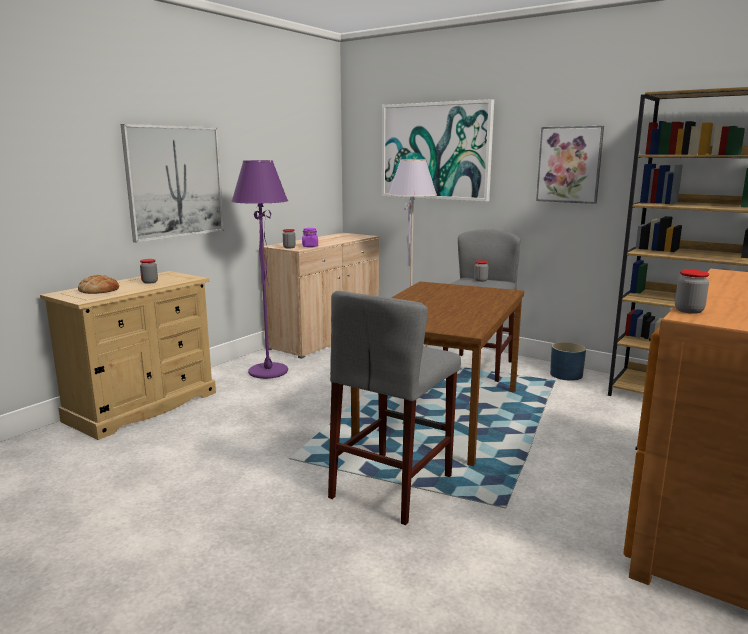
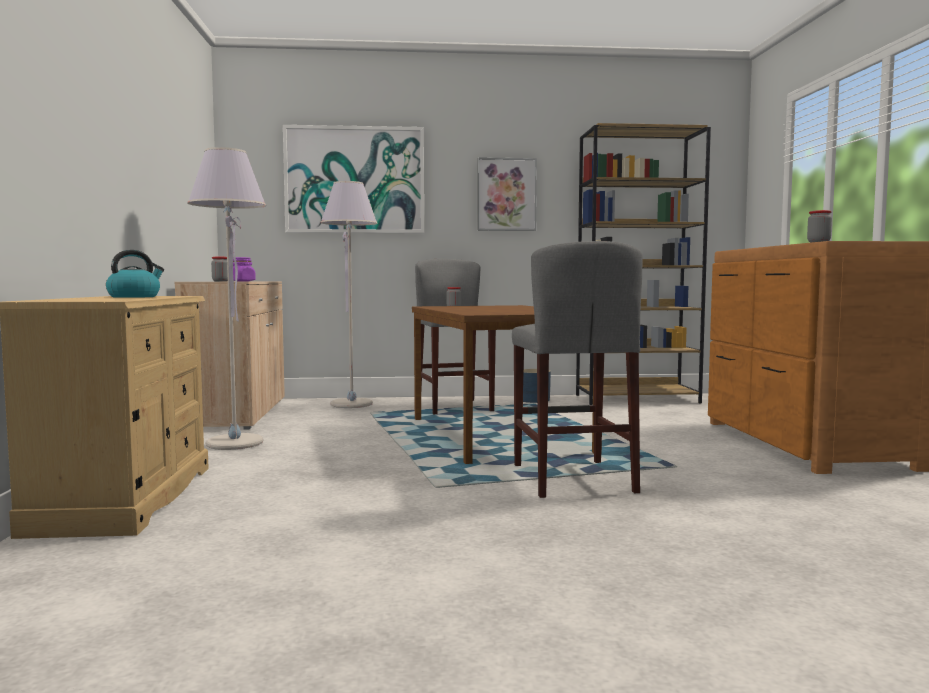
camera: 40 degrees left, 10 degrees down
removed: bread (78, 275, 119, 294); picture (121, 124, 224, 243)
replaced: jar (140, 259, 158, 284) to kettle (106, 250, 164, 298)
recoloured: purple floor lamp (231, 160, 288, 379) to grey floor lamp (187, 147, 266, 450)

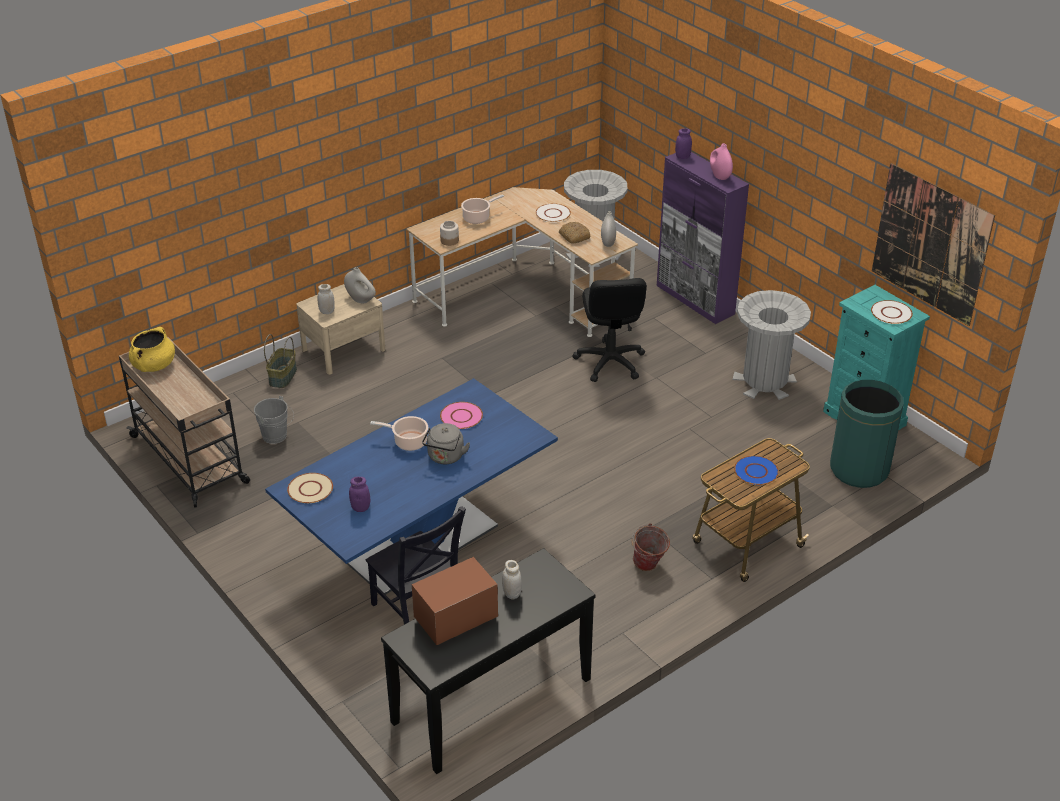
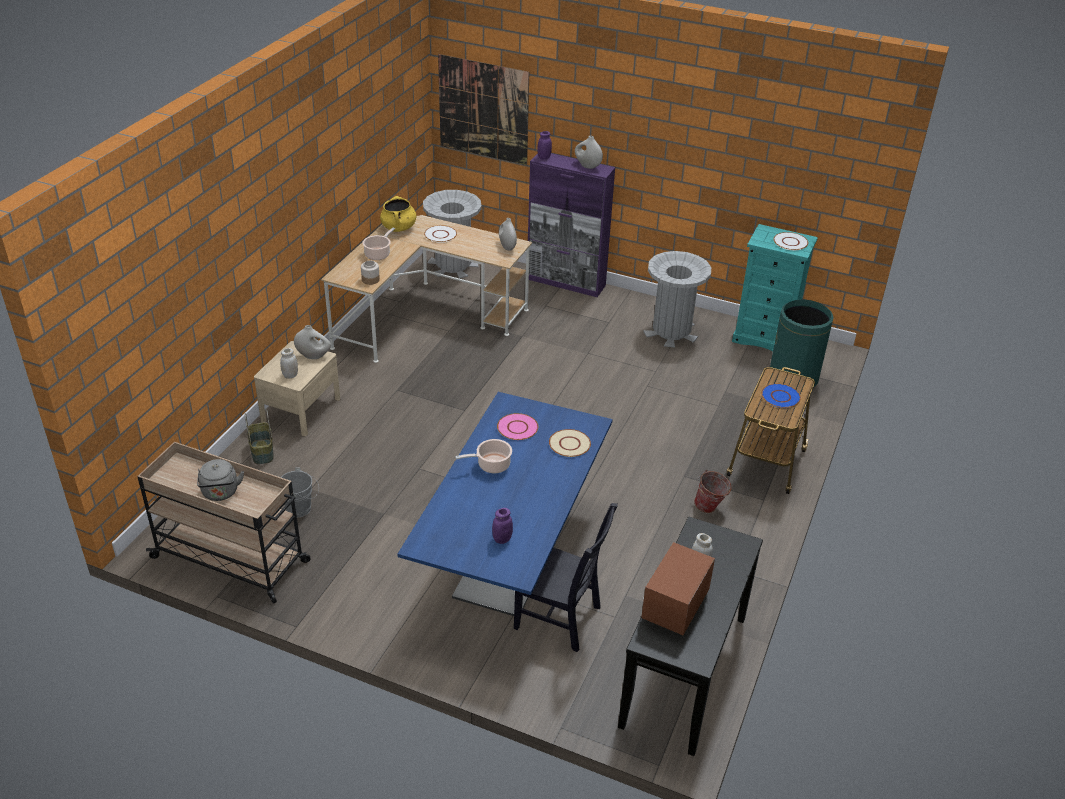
camera: 30 degrees left, 0 degrees up
removed: bread (559, 222, 591, 244); black office chair (572, 278, 647, 382)
moved: grey kettle (422, 423, 470, 464) to (197, 459, 244, 501); yellow cooking pot (129, 327, 175, 372) to (380, 196, 416, 232); picture (872, 163, 995, 326) to (438, 54, 529, 165); beige plate (287, 473, 333, 503) to (549, 429, 591, 457)
recoloured: pink vase (710, 143, 733, 180) to white vase (575, 136, 603, 169)

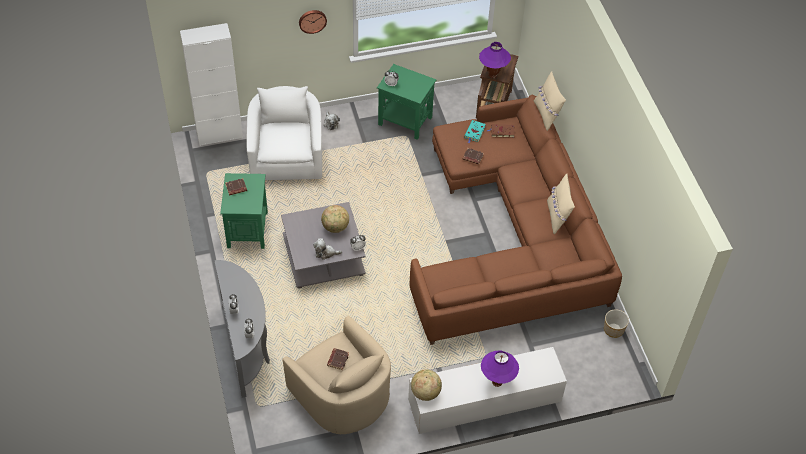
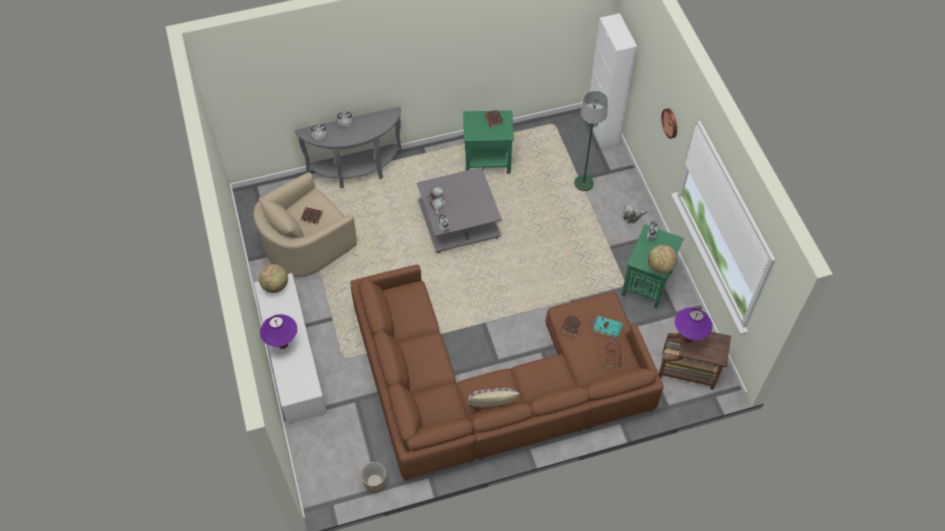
camera: 90 degrees right, 5 degrees up
removed: beige pillow (534, 71, 566, 131)
moved: globe (321, 205, 349, 233) to (648, 245, 677, 274)
replaced: white armchair (247, 86, 322, 180) to green floor lamp (574, 91, 608, 191)

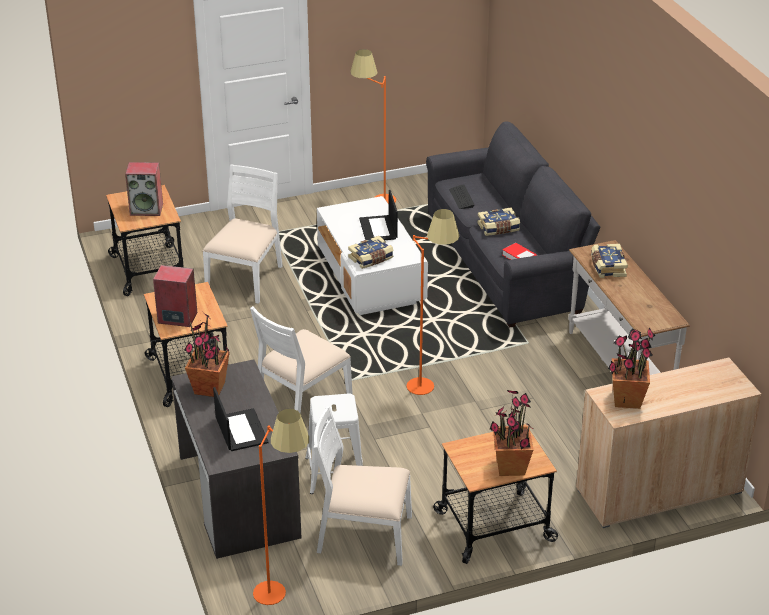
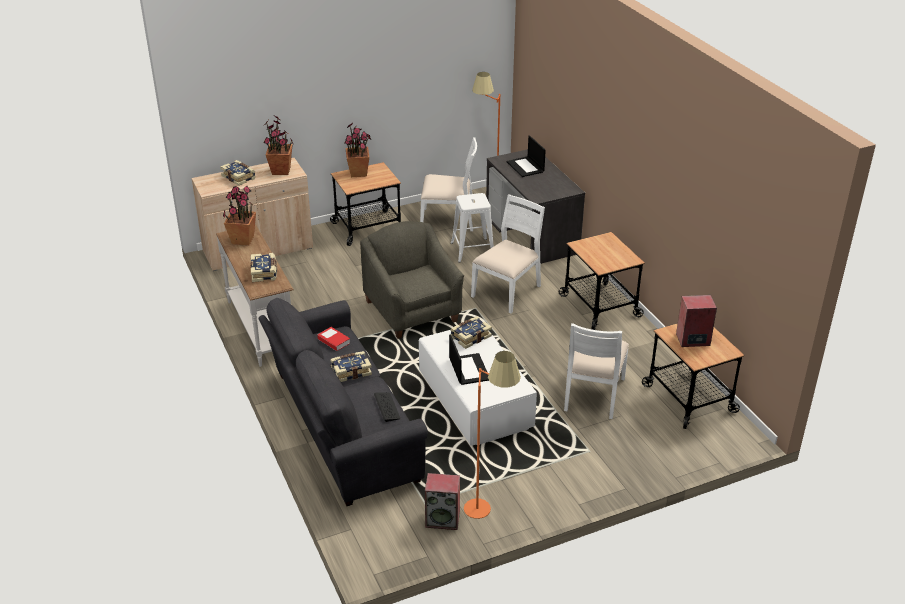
camera: 175 degrees right, 0 degrees up
added: book (220, 160, 256, 186)
moved: potted plant (184, 314, 230, 397) to (223, 186, 256, 245); speaker (153, 265, 197, 327) to (425, 473, 460, 530)
replaced: orange floor lamp (406, 209, 459, 395) to grey armchair (360, 221, 464, 339)

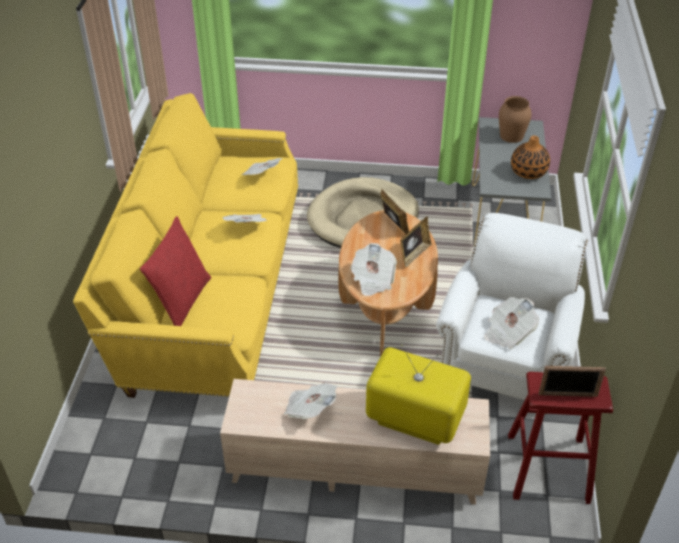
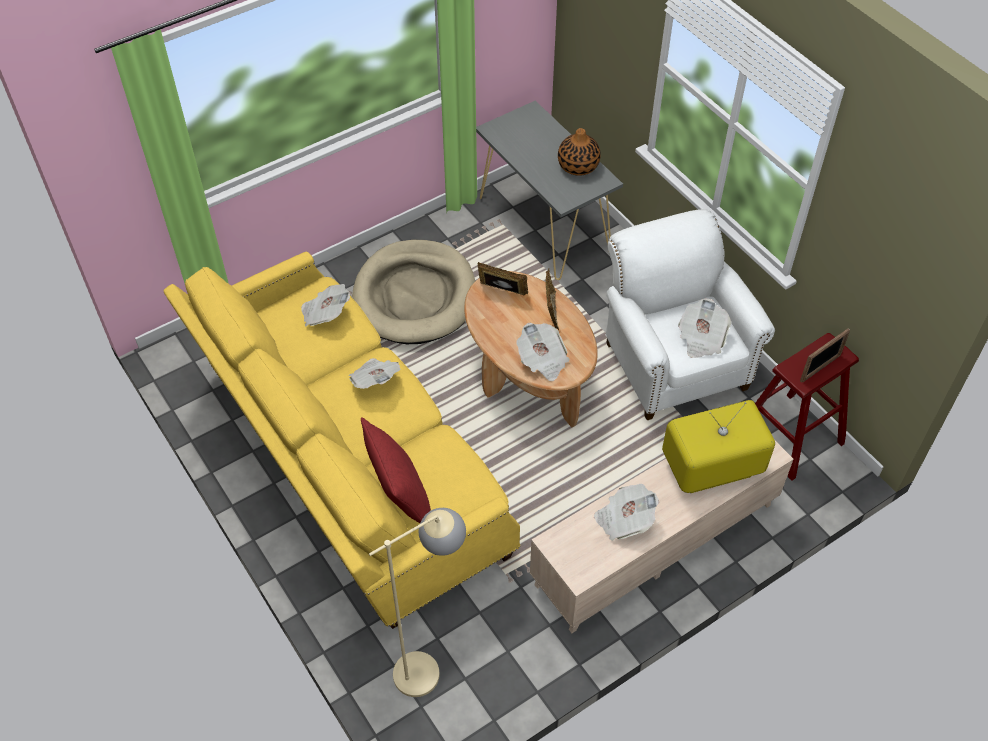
camera: 40 degrees left, 10 degrees up
removed: brown vase (499, 96, 531, 143)
added: beige floor lamp (369, 508, 466, 697)

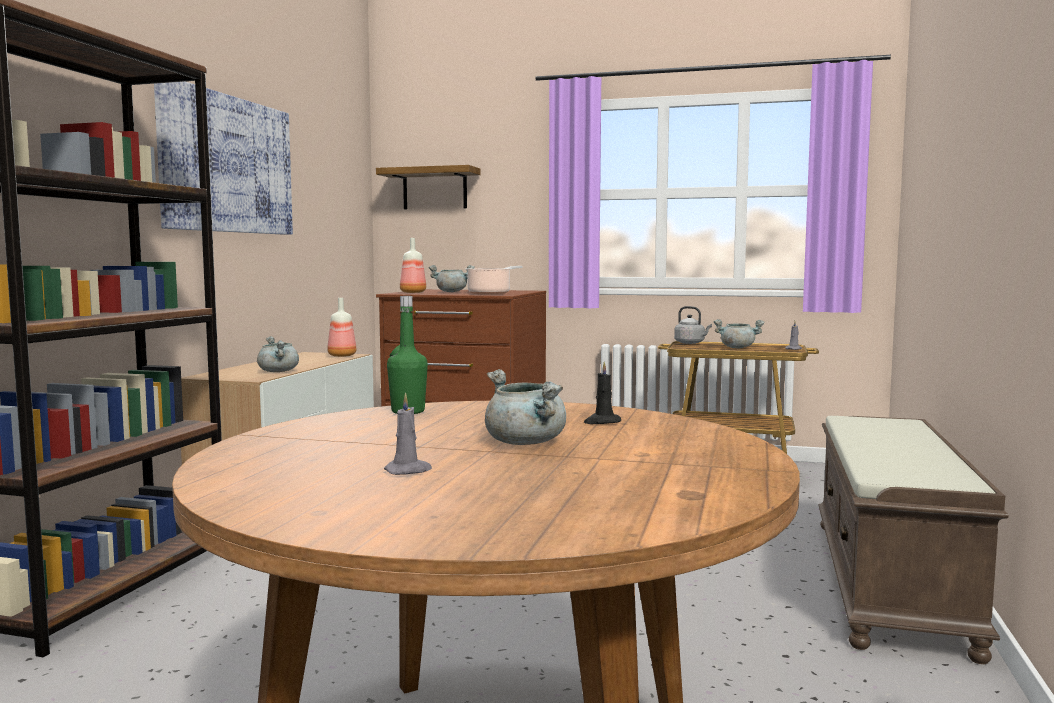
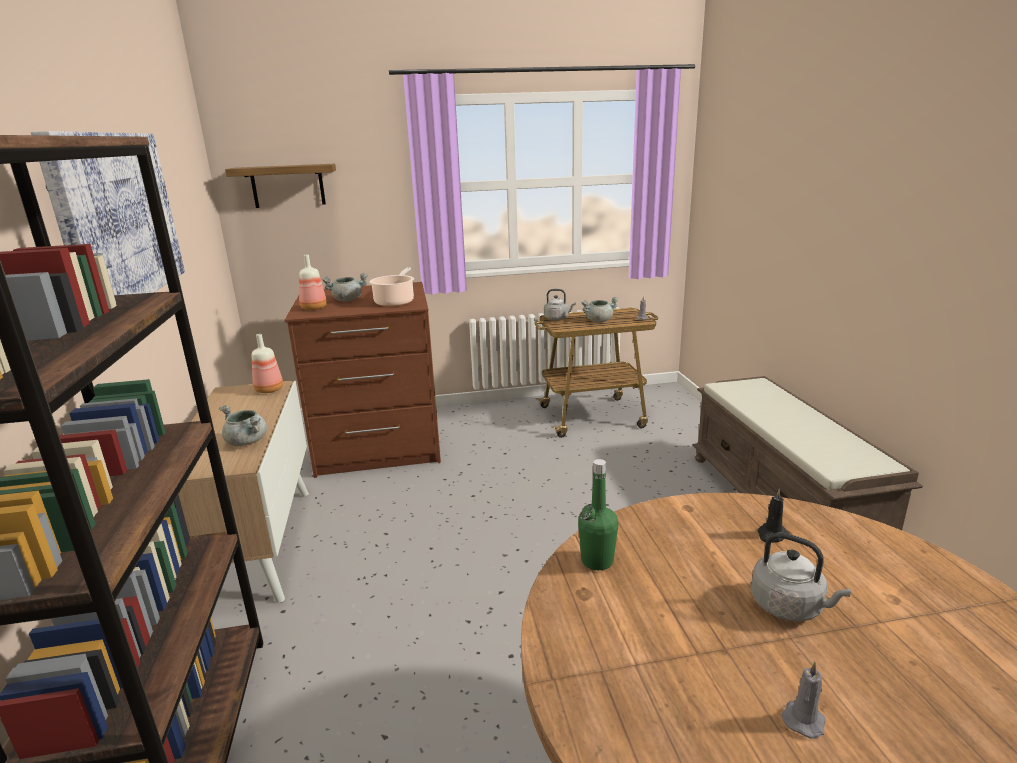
camera: 25 degrees left, 15 degrees up
replaced: grey cooking pot (485, 369, 566, 445) to grey kettle (751, 532, 851, 621)

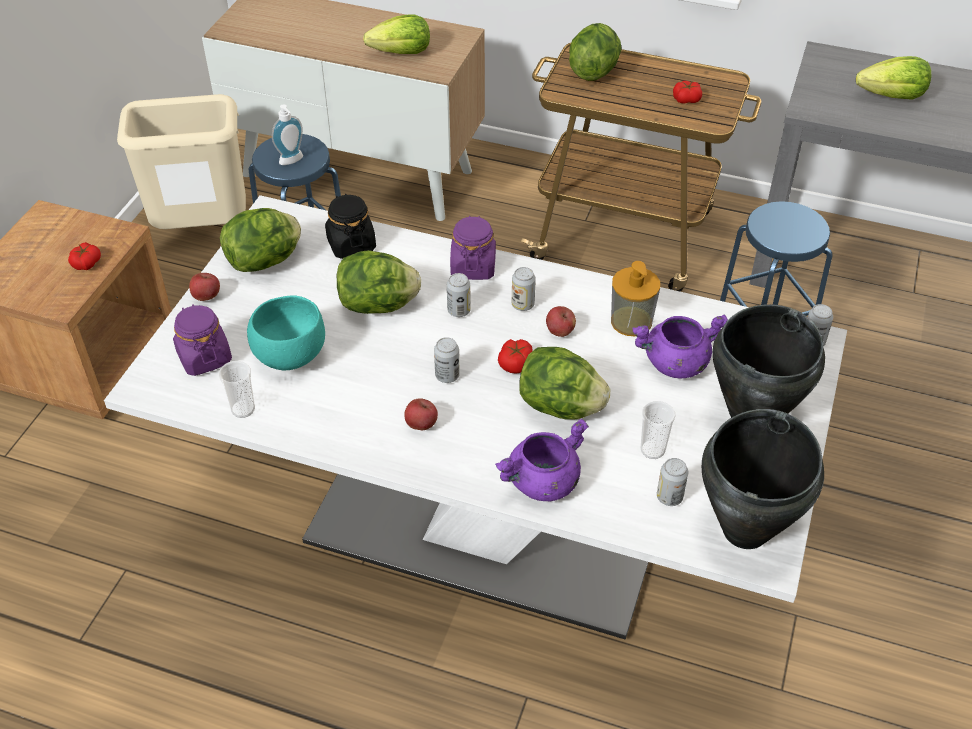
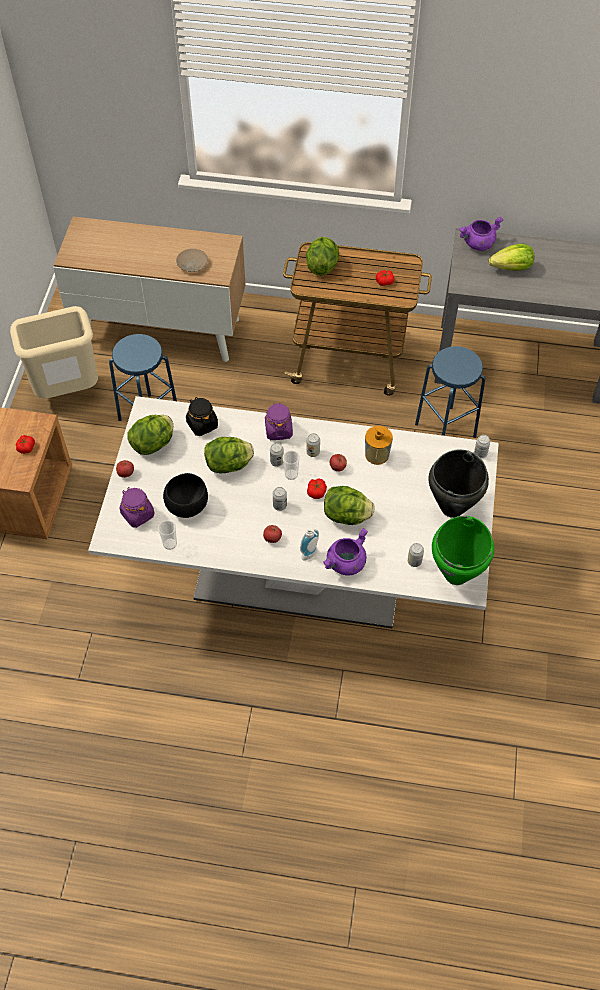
camera: 10 degrees left, 10 degrees up
moved: cup (641, 401, 676, 459) to (283, 451, 300, 480); soap dispenser (272, 104, 303, 165) to (300, 526, 319, 560); purple cooking pot (632, 314, 728, 378) to (459, 216, 503, 251)
replaced: lettuce (363, 14, 430, 54) to beige plate (176, 249, 208, 272)
recoloured: turquoise bowl (247, 296, 325, 370) to black bowl (163, 473, 208, 518); black cooking pot (702, 409, 824, 549) to green cooking pot (432, 516, 494, 585)

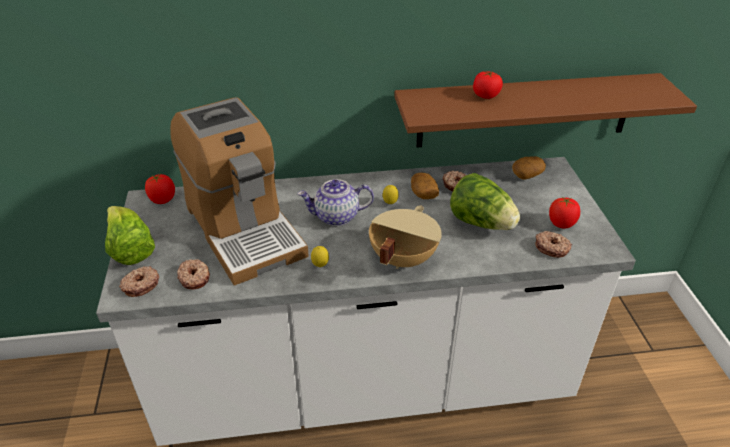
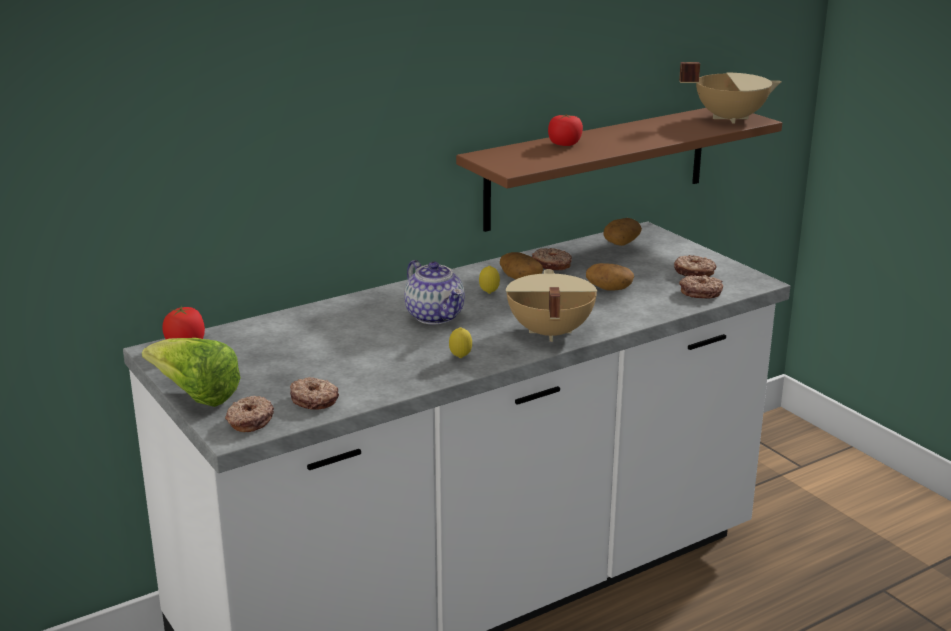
camera: 25 degrees left, 15 degrees down
removed: coffee machine (170, 98, 309, 286)
added: beige cooking pot (679, 62, 782, 124)
replaced: lettuce (450, 173, 520, 230) to potato (586, 263, 634, 291); tomato (549, 196, 580, 229) to donut (674, 255, 716, 277)
turned: teapot (297, 179, 374, 226) = (404, 260, 465, 324) 90 degrees counterclockwise

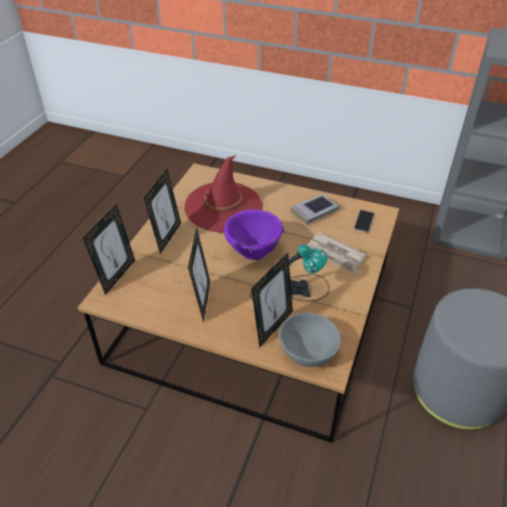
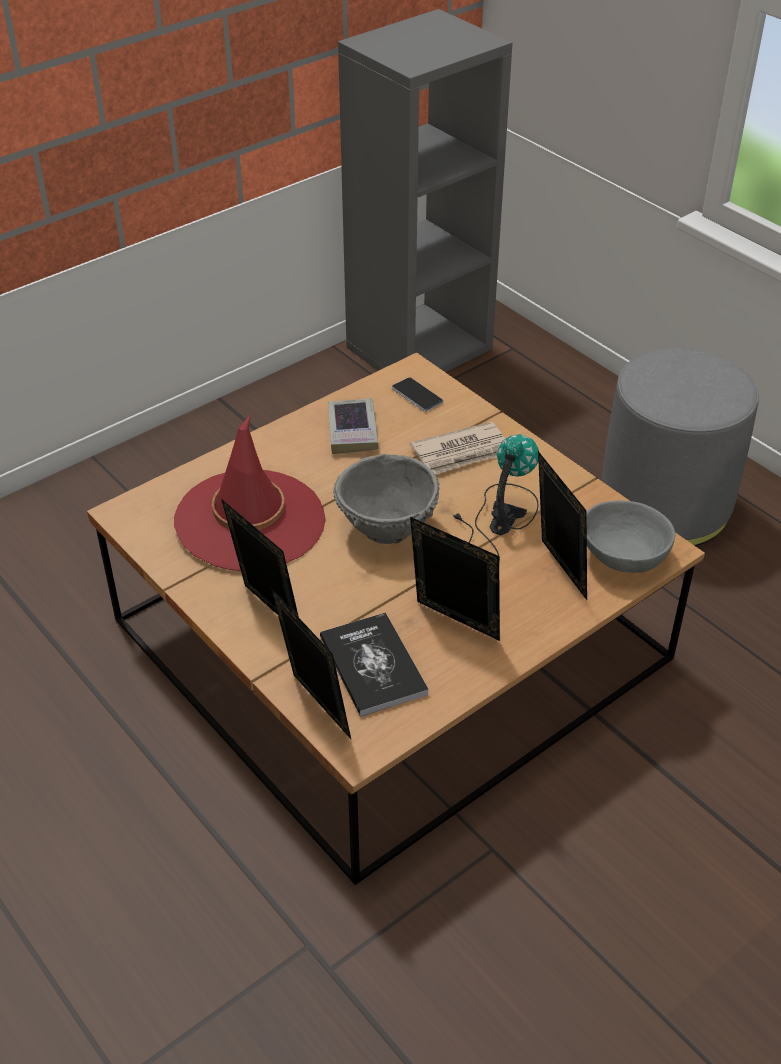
camera: 60 degrees left, 0 degrees up
added: book (320, 612, 429, 717)
recoloured: purple bowl (223, 209, 284, 260) to grey bowl (333, 454, 440, 544)

